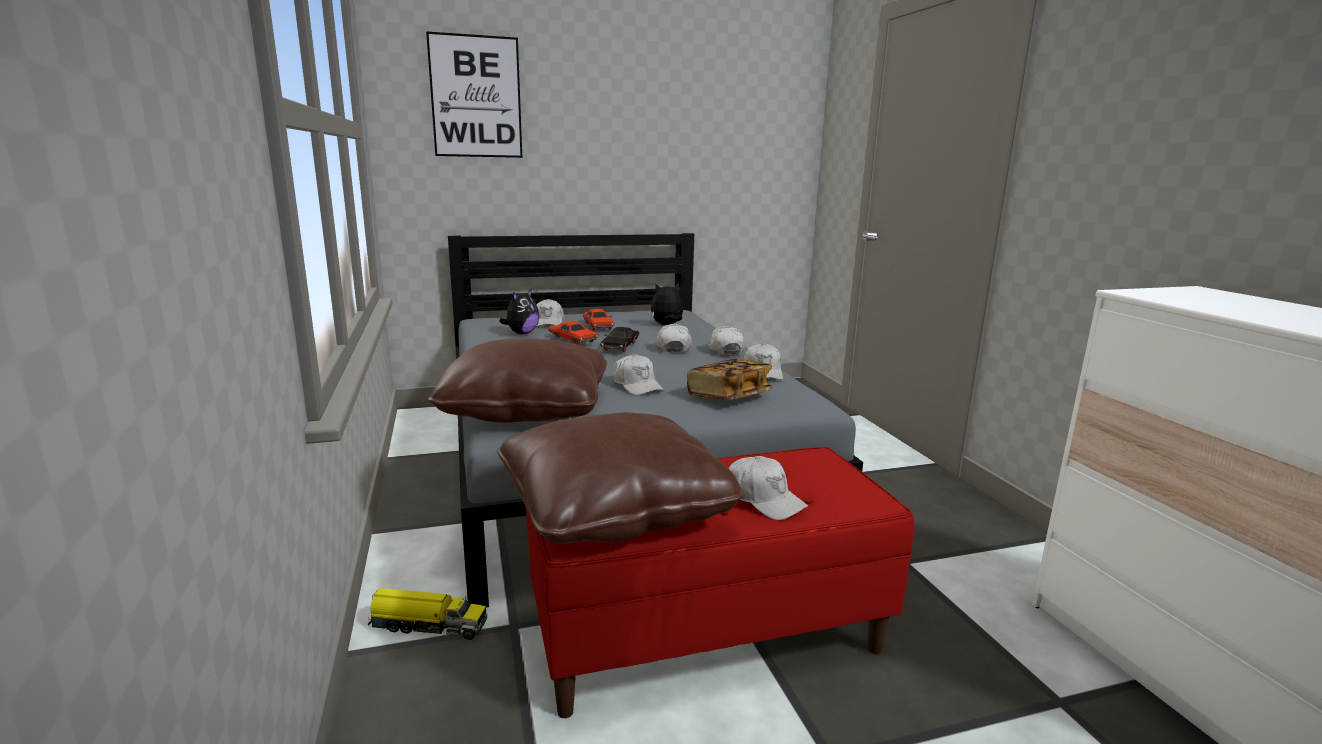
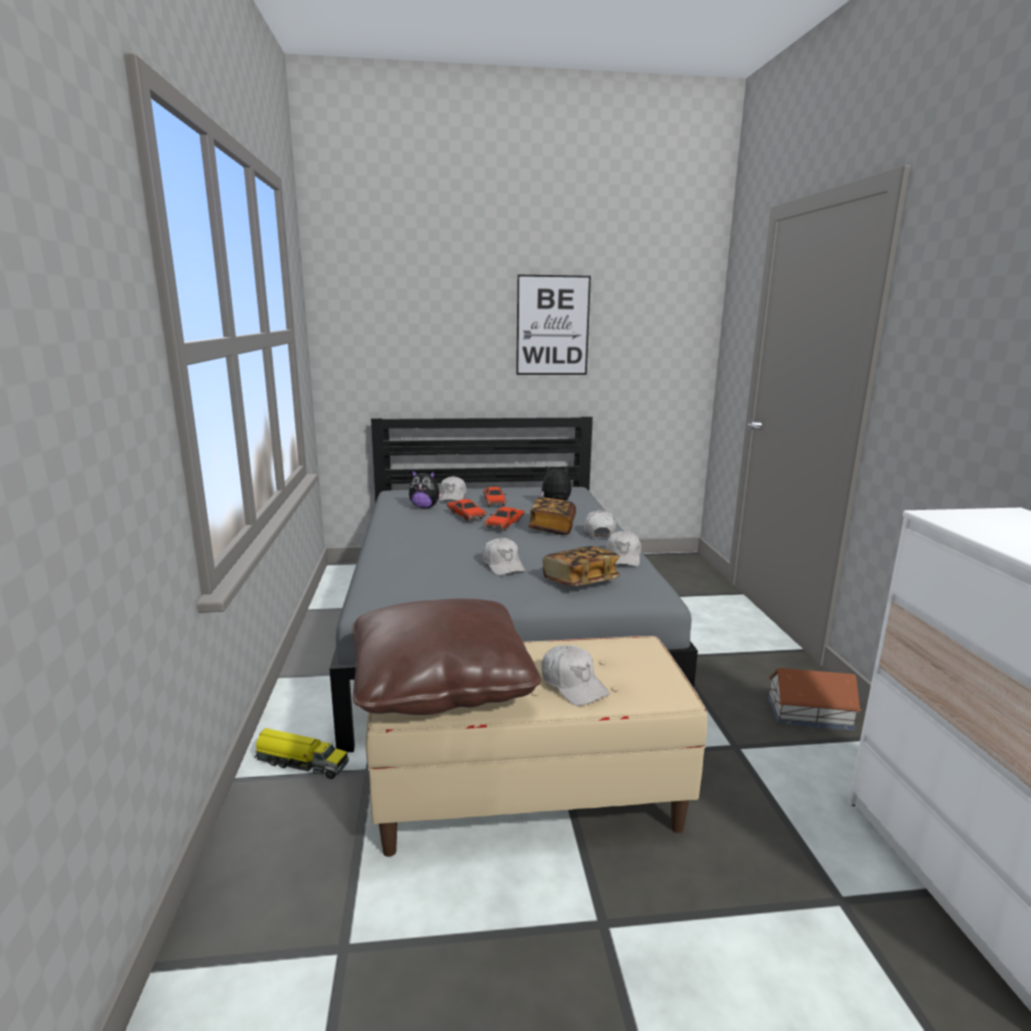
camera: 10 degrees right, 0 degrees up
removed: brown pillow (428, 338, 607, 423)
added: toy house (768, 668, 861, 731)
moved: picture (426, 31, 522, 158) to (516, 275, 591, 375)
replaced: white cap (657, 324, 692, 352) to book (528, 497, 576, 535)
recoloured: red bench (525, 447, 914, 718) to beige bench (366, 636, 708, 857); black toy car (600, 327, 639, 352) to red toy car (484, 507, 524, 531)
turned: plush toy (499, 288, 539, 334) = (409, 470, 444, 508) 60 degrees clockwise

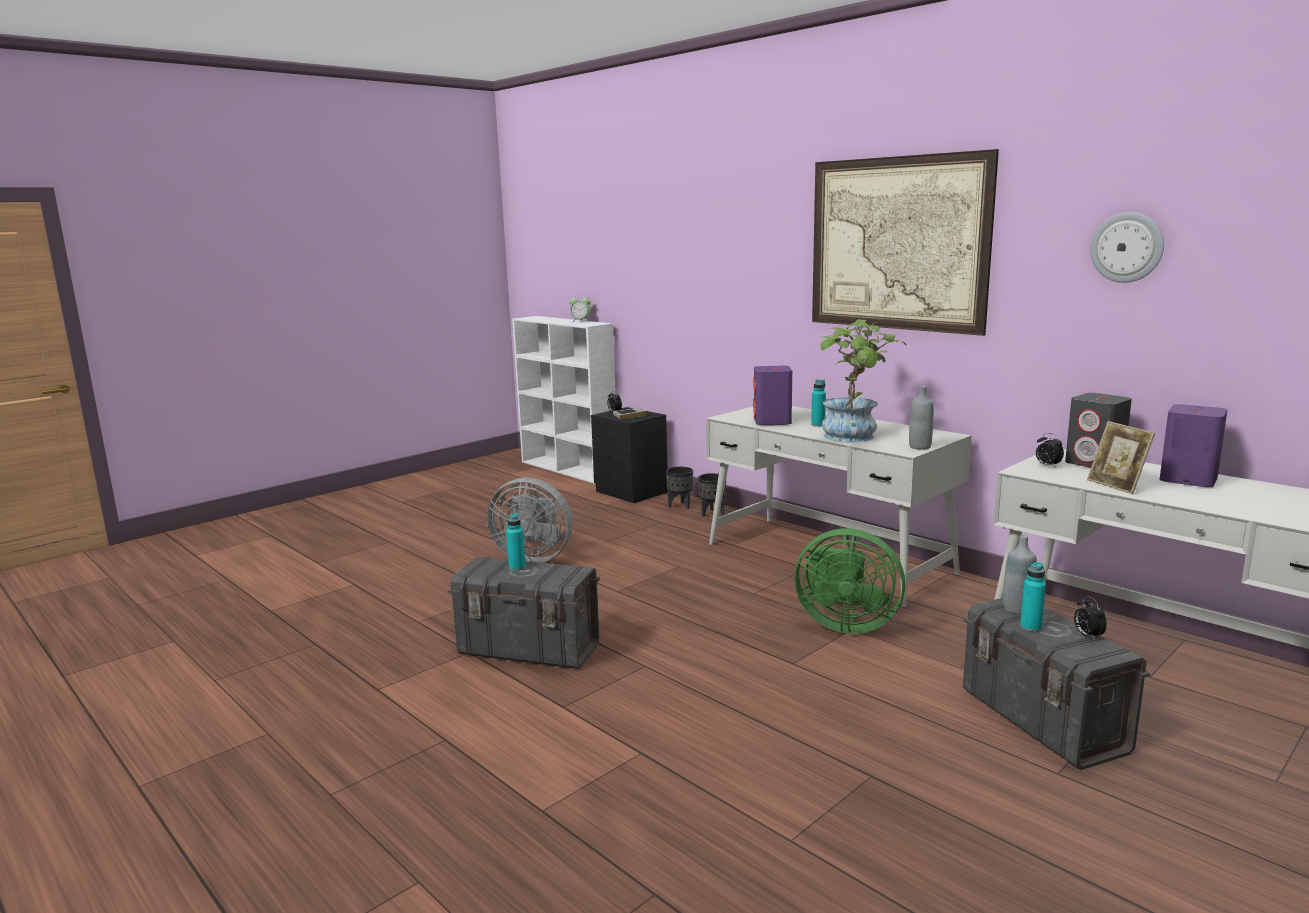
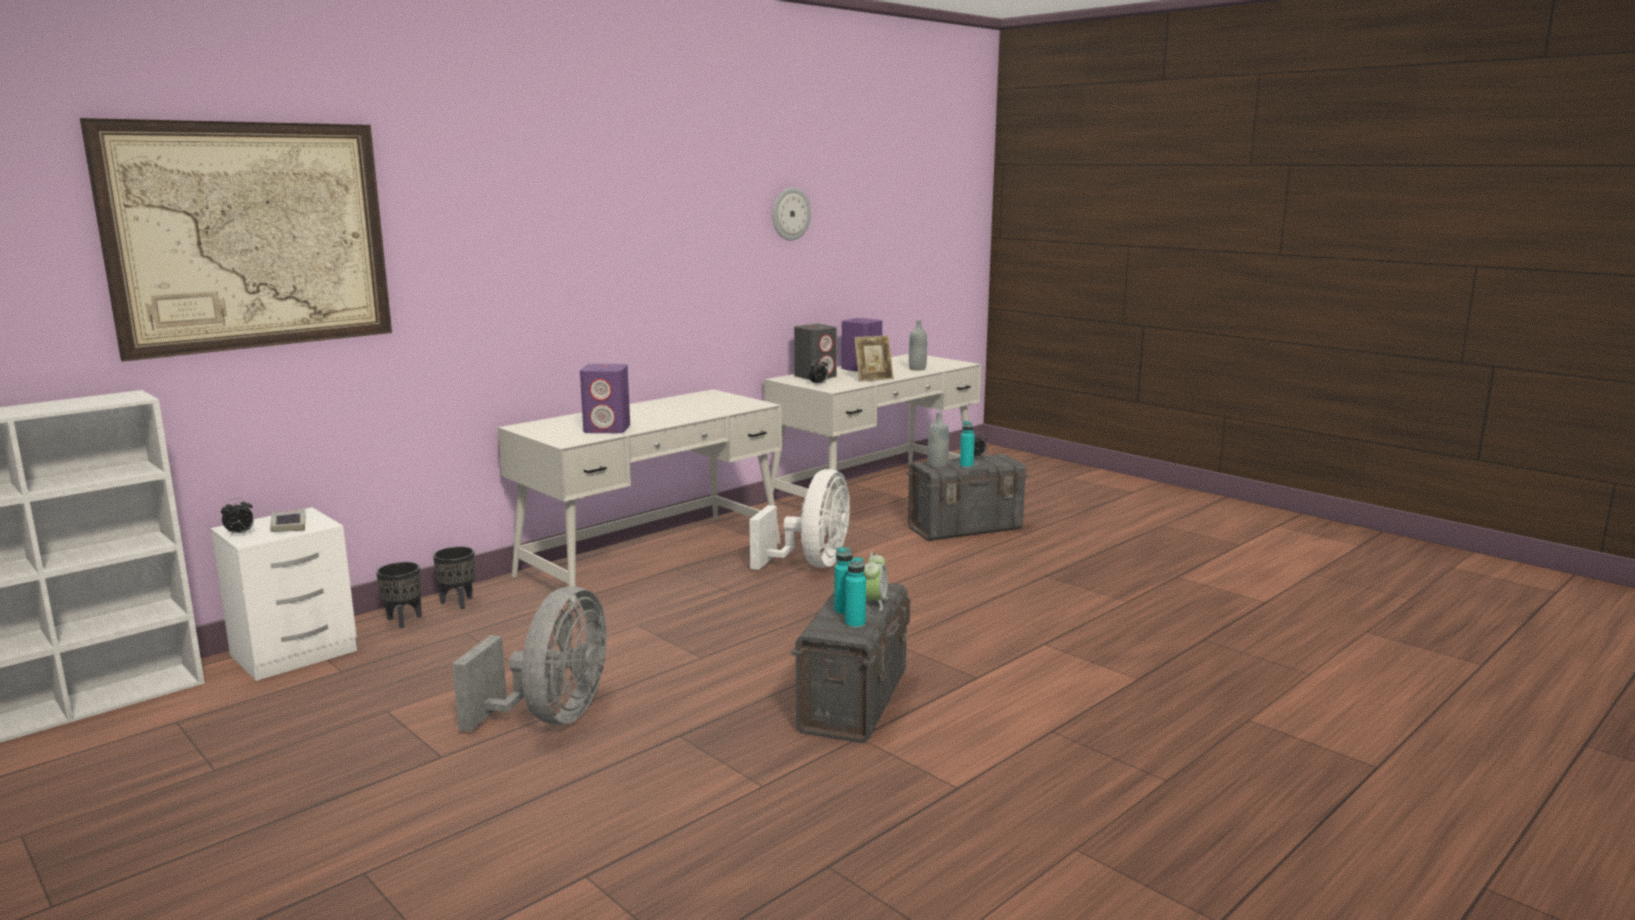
camera: 90 degrees left, 0 degrees up
removed: potted plant (818, 320, 907, 443)
moved: picture (812, 149, 999, 336) to (80, 118, 392, 362); turquoise bottle (811, 380, 826, 427) to (845, 557, 866, 629); alarm clock (569, 294, 591, 322) to (863, 552, 888, 611); grey bottle (909, 386, 934, 450) to (909, 320, 927, 370)
recoloured: black nightstand (591, 407, 668, 503) to white nightstand (210, 507, 357, 681); green fan (794, 529, 906, 634) to white fan (749, 469, 850, 570)

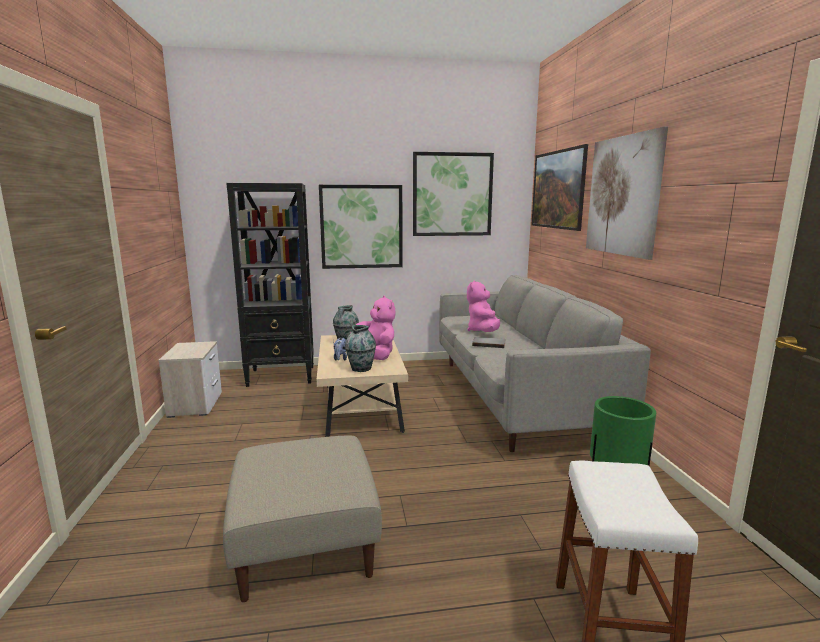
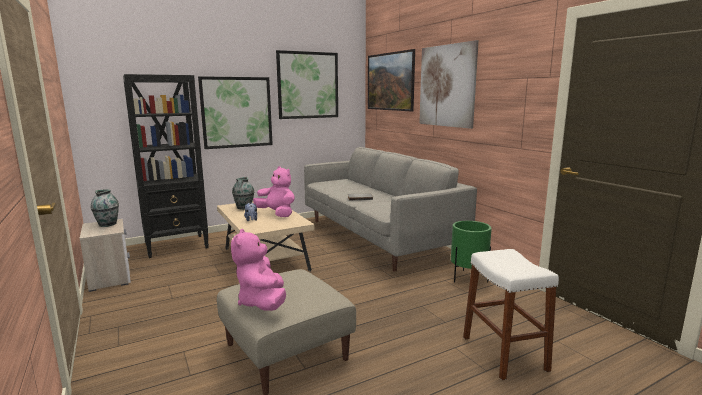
camera: 20 degrees left, 0 degrees up
moved: vase (345, 325, 376, 372) to (91, 189, 119, 227); pink plush toy (467, 281, 500, 332) to (231, 229, 286, 311)

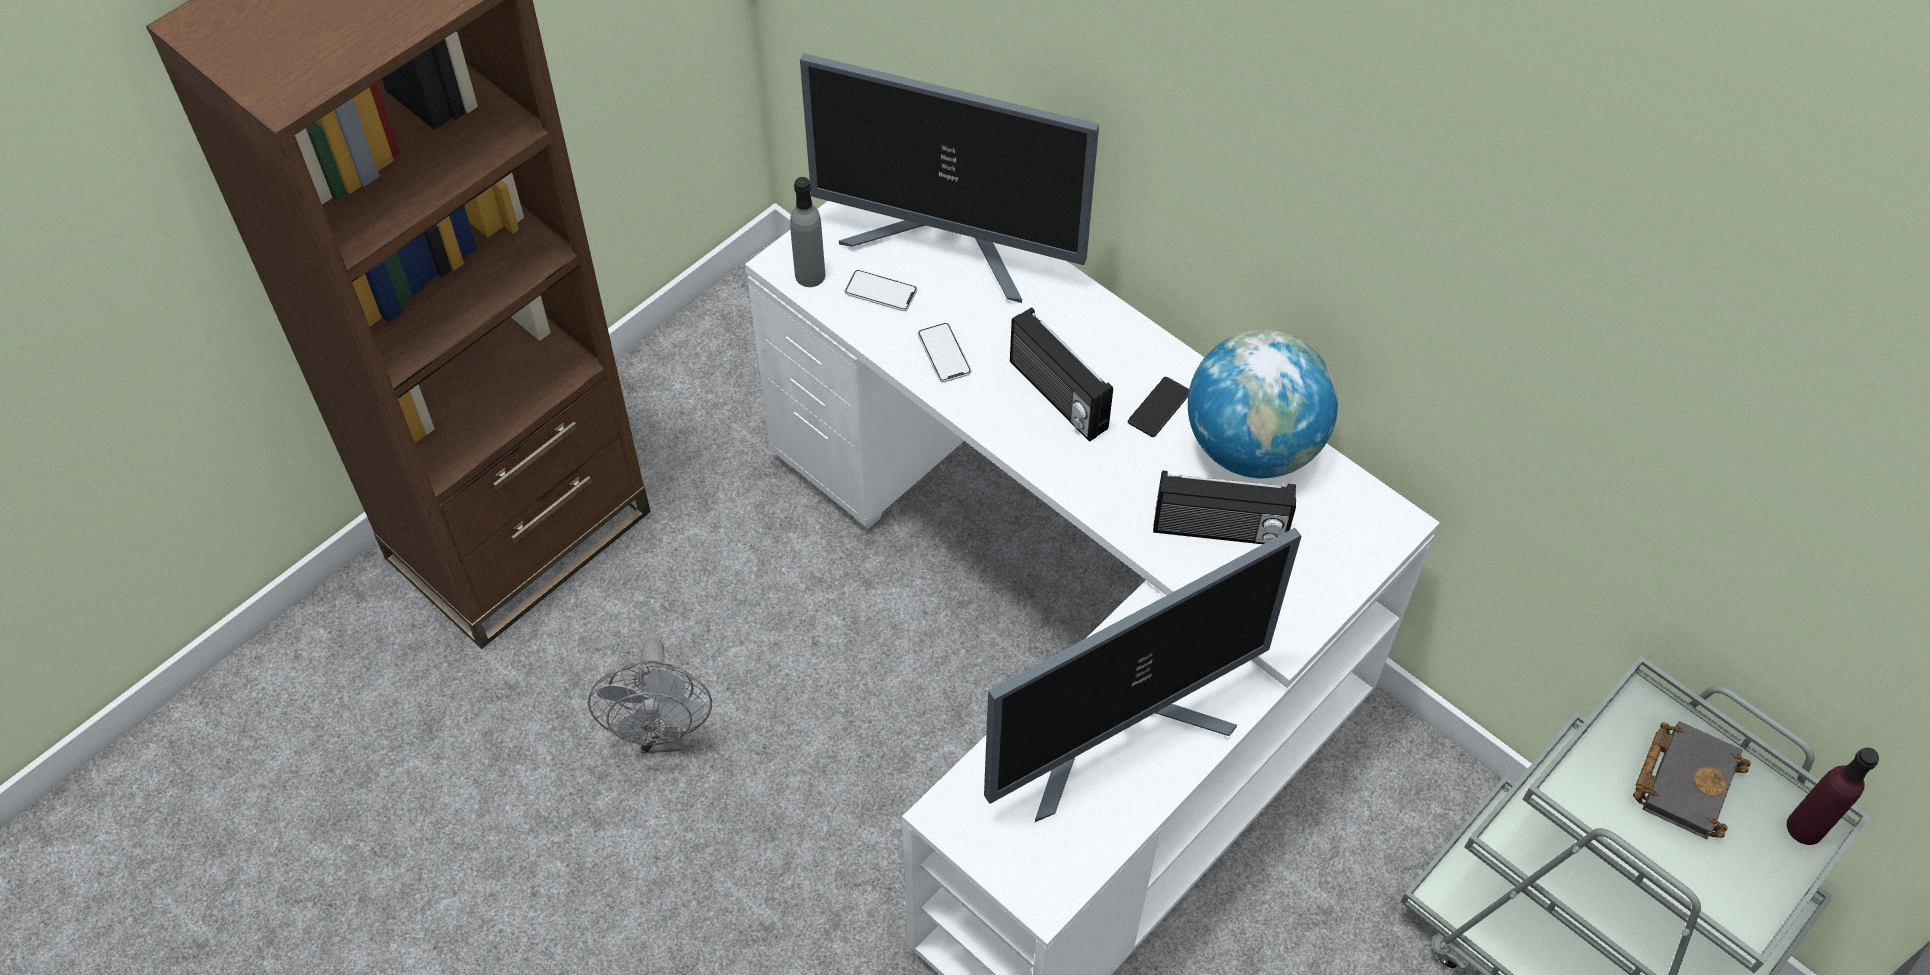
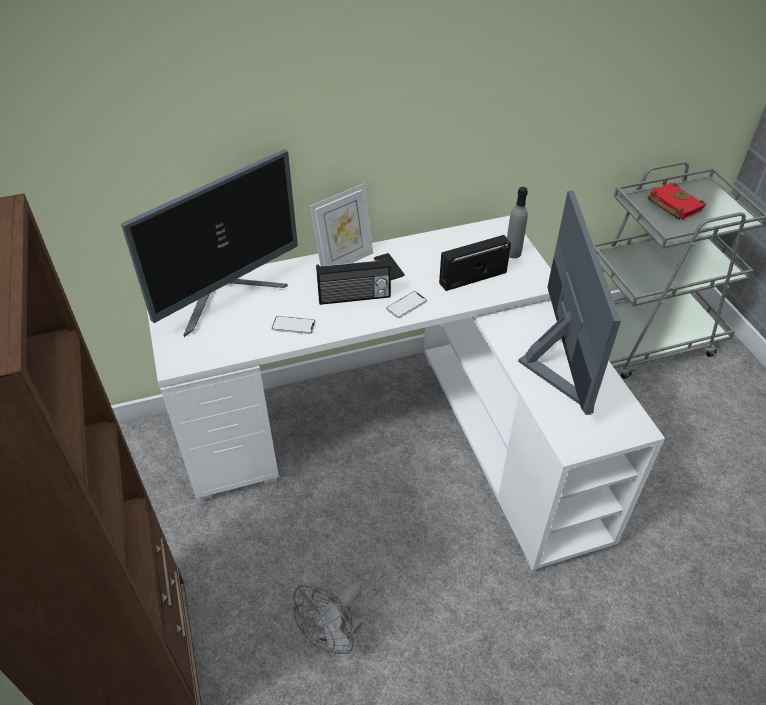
camera: 60 degrees left, 10 degrees down
removed: globe (1188, 330, 1338, 478); purple bottle (1787, 747, 1879, 845)
added: picture frame (310, 183, 373, 266)
moved: phone (845, 270, 917, 311) to (386, 291, 427, 318); grey bottle (790, 177, 826, 287) to (507, 187, 528, 258)
recoloured: black book (1633, 721, 1751, 839) to red book (647, 183, 706, 220)
turned: grey fan (588, 637, 712, 753) = (294, 583, 362, 657) 105 degrees clockwise; radio (1153, 470, 1296, 544) = (439, 235, 511, 291) 150 degrees counterclockwise

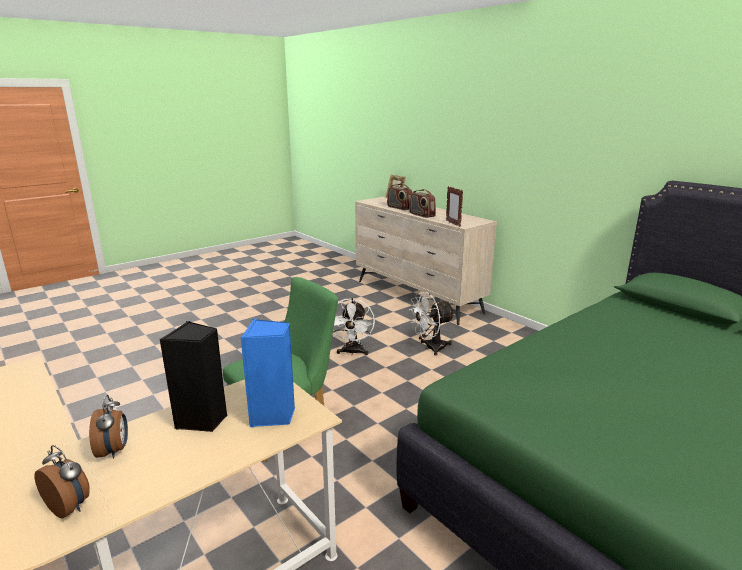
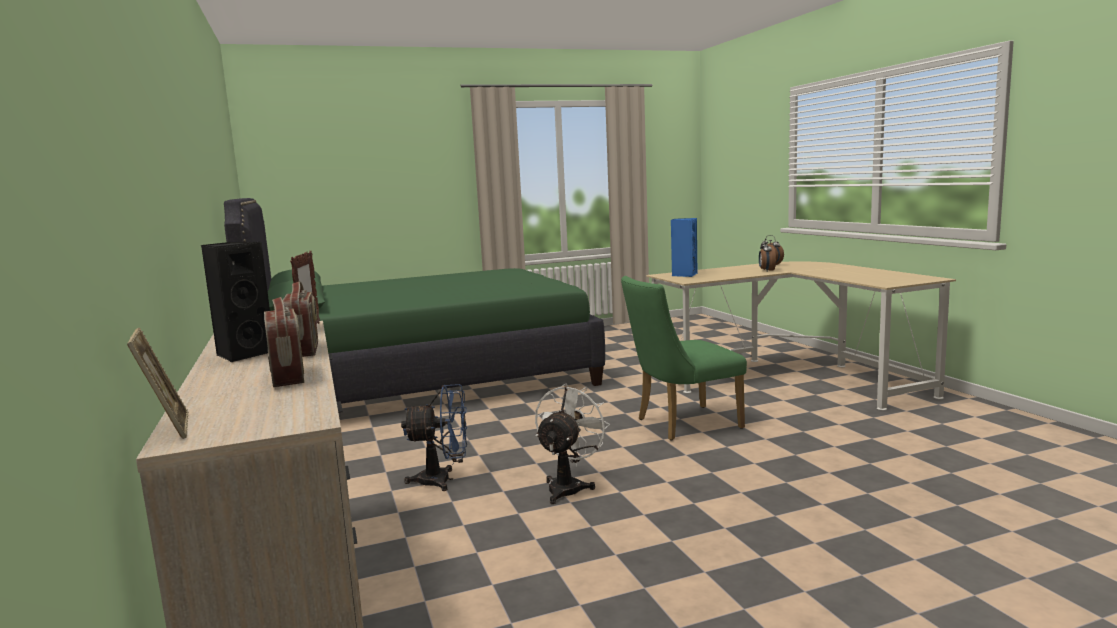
camera: 160 degrees left, 10 degrees down
moved: black speaker (160, 321, 227, 432) to (201, 242, 270, 362)
recoloured: white fan (409, 292, 455, 356) to blue fan (401, 384, 467, 491)

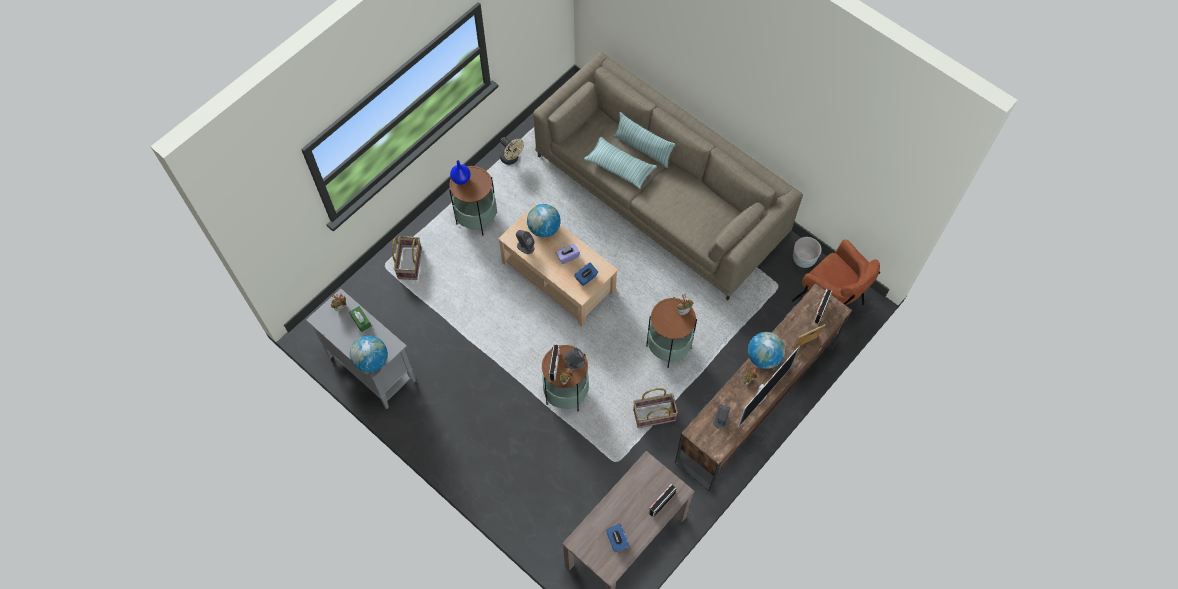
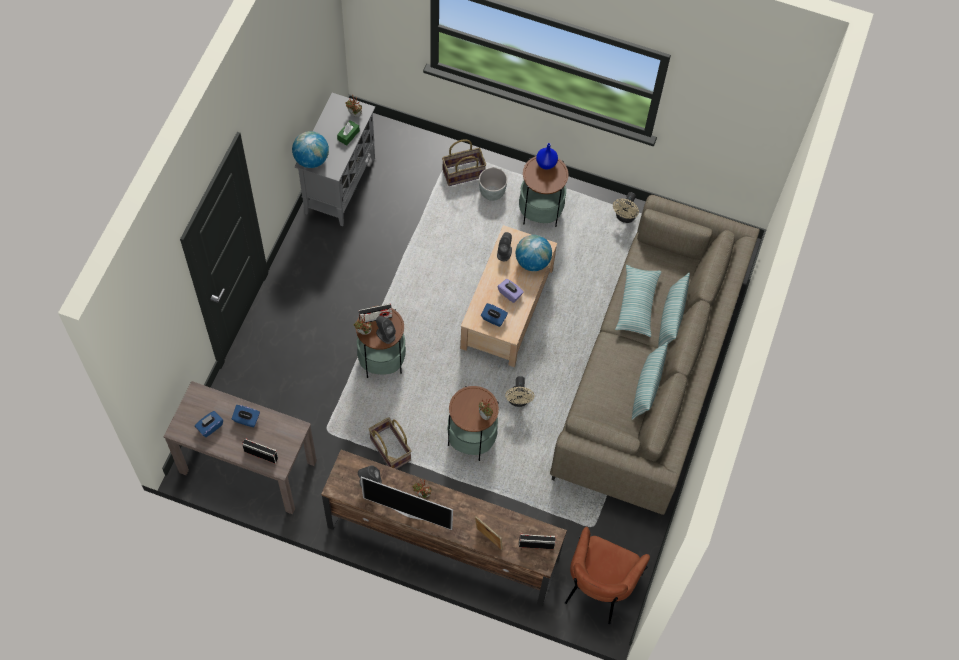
camera: 65 degrees right, 0 degrees up
removed: globe (748, 332, 785, 369)
added: blue tissue box (232, 405, 260, 427); beige fan (505, 376, 534, 407); pillow (632, 342, 668, 420)
moved: grey planter (793, 237, 822, 268) to (479, 167, 508, 201)

